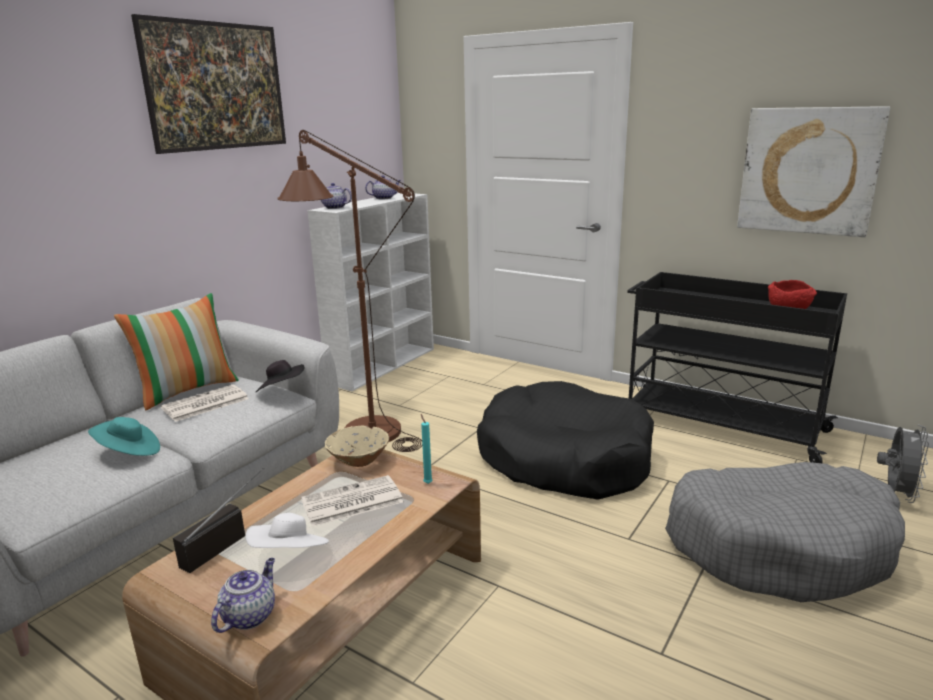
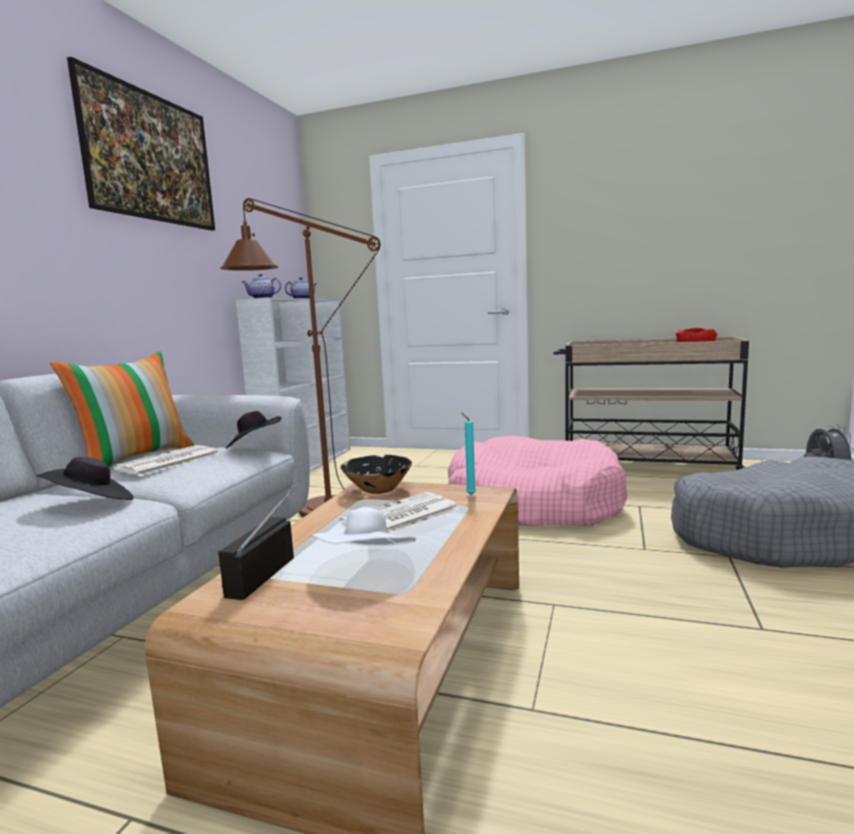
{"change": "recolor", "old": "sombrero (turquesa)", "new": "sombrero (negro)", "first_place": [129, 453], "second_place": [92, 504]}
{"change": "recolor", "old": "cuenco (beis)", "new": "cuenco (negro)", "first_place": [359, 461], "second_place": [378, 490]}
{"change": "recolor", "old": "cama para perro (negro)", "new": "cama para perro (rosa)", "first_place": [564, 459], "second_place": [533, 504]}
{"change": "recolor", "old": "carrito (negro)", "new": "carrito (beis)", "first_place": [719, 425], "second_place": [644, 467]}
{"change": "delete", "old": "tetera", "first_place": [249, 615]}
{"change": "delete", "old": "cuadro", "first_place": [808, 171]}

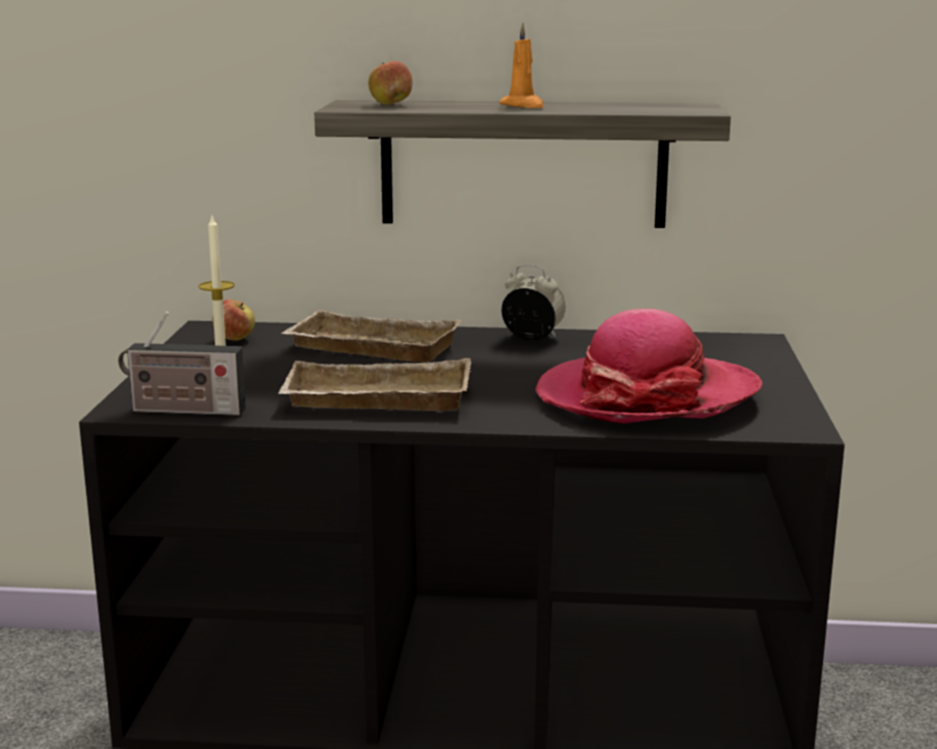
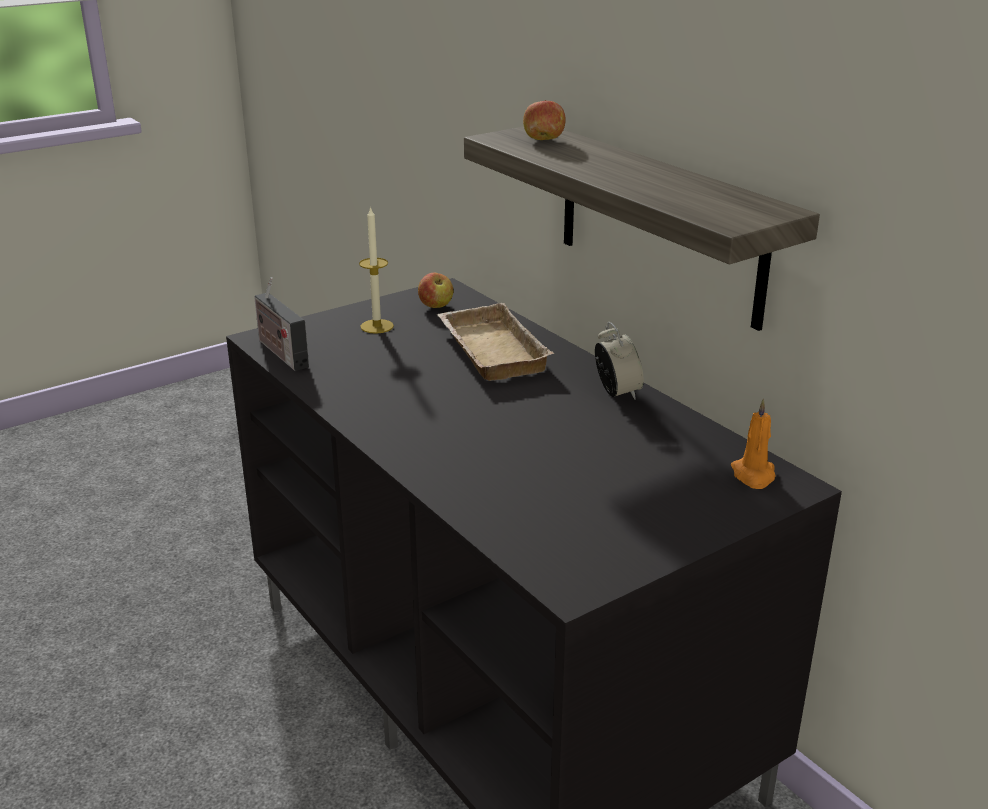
{"change": "move", "old": "vela (naranja)", "first_place": [523, 106], "second_place": [753, 475]}
{"change": "delete", "old": "bandeja (beis)", "first_place": [374, 400]}
{"change": "delete", "old": "sombrero", "first_place": [647, 396]}

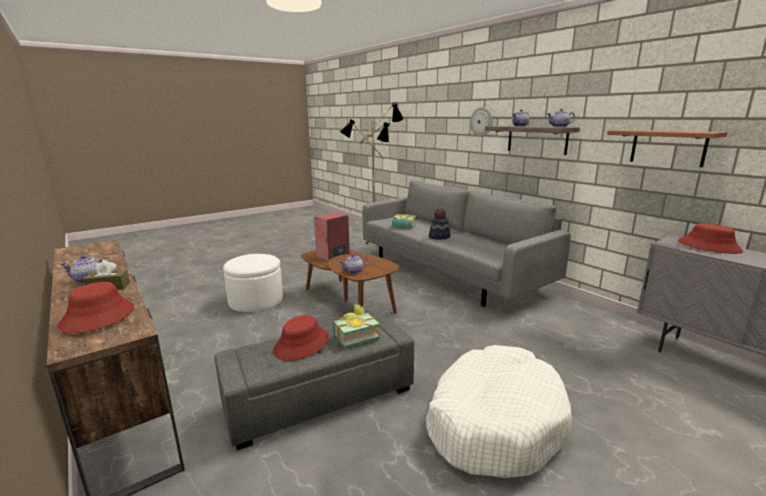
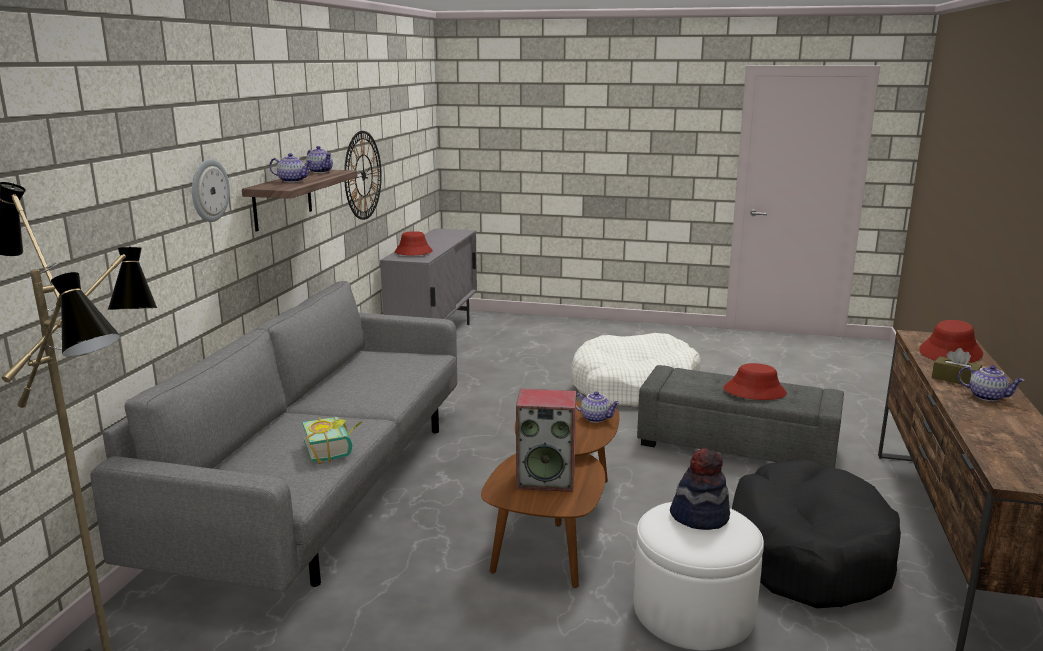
{"change": "replace", "old": "estante", "new": "reloj de pared", "first_place": [667, 147], "second_place": [363, 175]}
{"change": "move", "old": "sombrero", "first_place": [439, 237], "second_place": [699, 516]}
{"change": "insert", "new": "cama para perro (negro)", "second_place": [808, 552]}
{"change": "delete", "old": "libro", "first_place": [354, 336]}

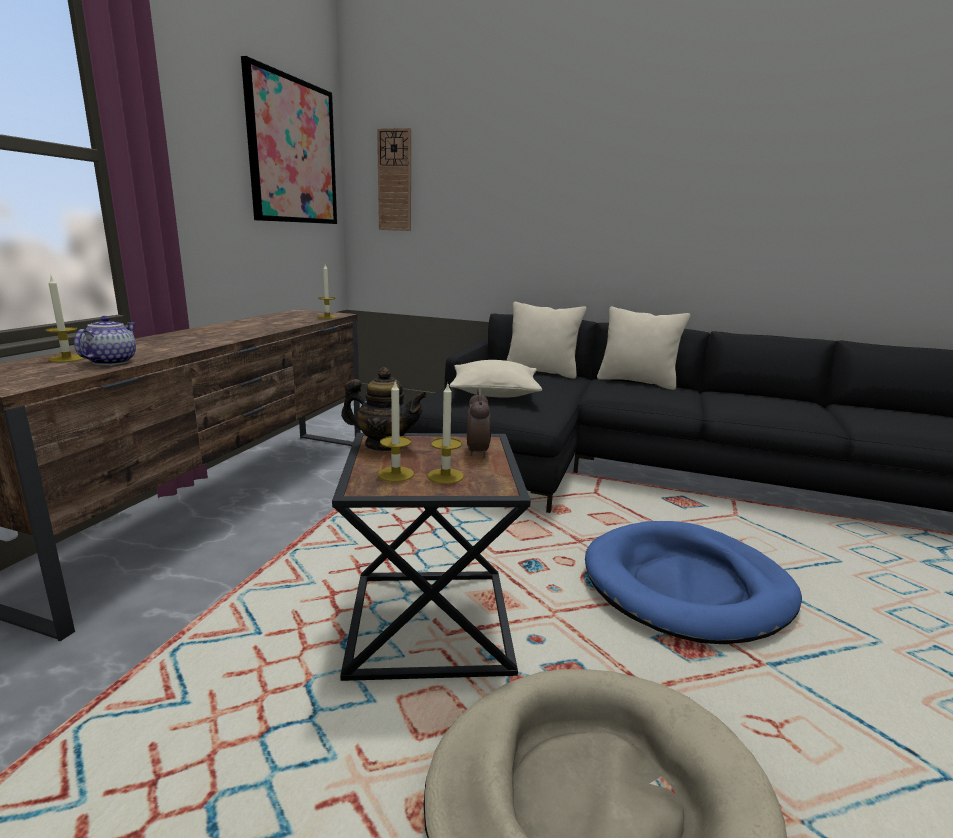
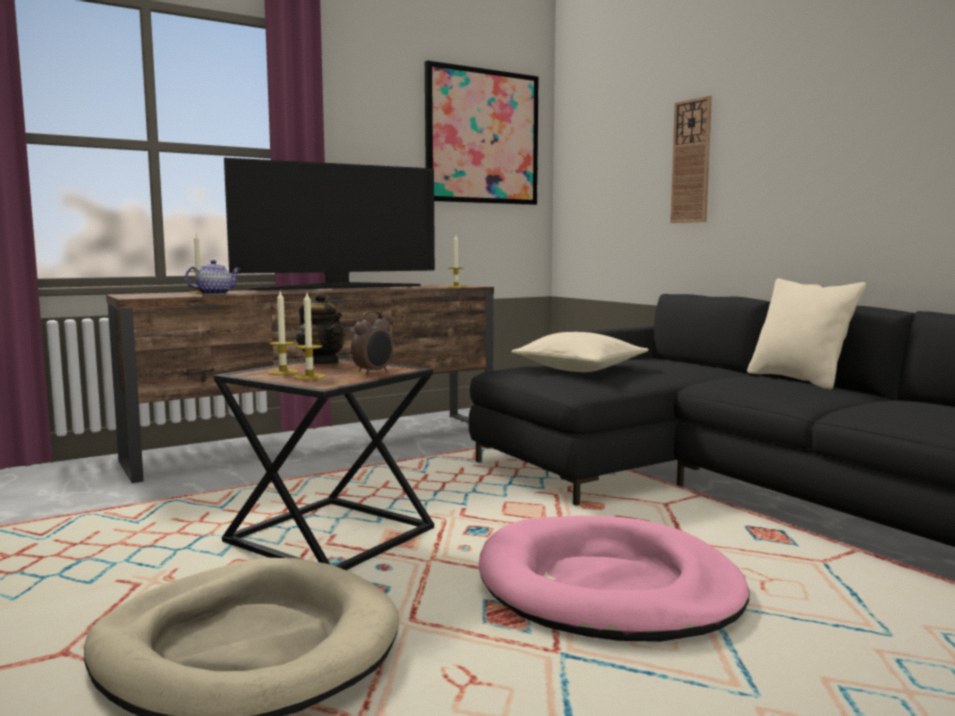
{"change": "insert", "new": "televisor", "second_place": [338, 289]}
{"change": "recolor", "old": "cama para perro (azul)", "new": "cama para perro (rosa)", "first_place": [686, 586], "second_place": [608, 588]}
{"change": "move", "old": "reloj de pared", "first_place": [395, 180], "second_place": [691, 161]}
{"change": "delete", "old": "cojín (beis)", "first_place": [541, 372]}

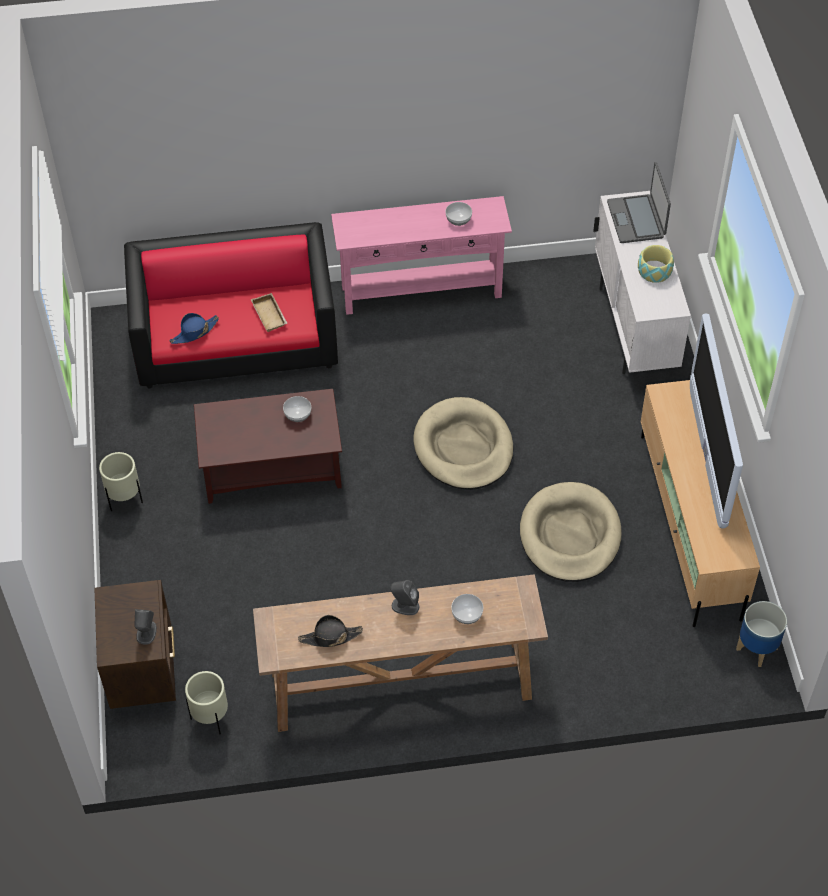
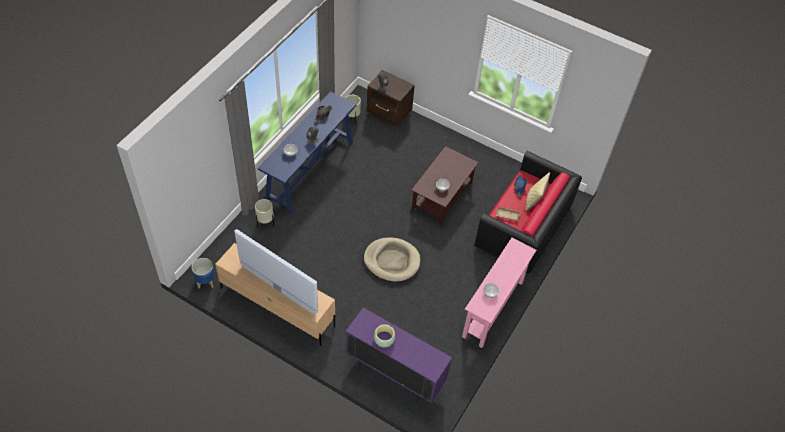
{"change": "move", "old": "maceta (beis)", "first_place": [125, 499], "second_place": [265, 223]}
{"change": "recolor", "old": "mesa consola (marrón)", "new": "mesa consola (azul)", "first_place": [399, 686], "second_place": [310, 170]}
{"change": "recolor", "old": "armario (blanco)", "new": "armario (morado)", "first_place": [633, 328], "second_place": [394, 374]}
{"change": "insert", "new": "cojín", "second_place": [534, 201]}
{"change": "delete", "old": "cama para perro (beis)", "first_place": [570, 535]}
{"change": "delete", "old": "portátil", "first_place": [636, 219]}

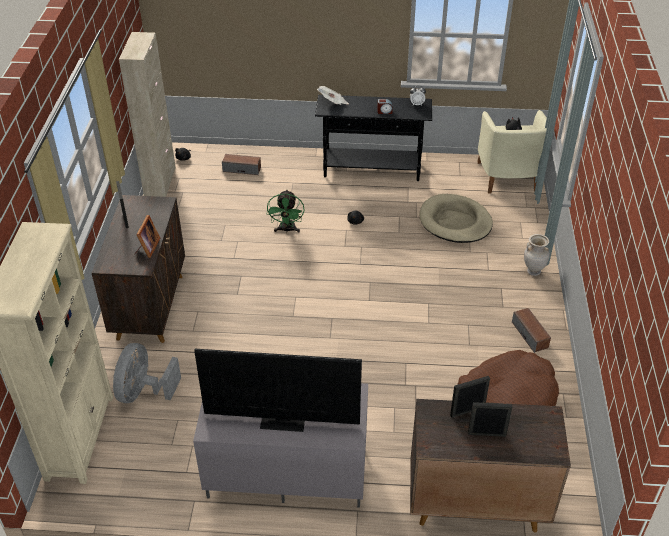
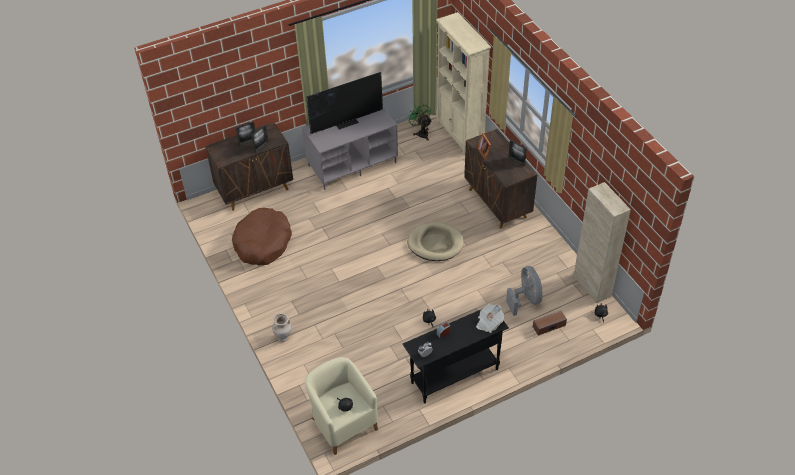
{"change": "move", "old": "cama para perro (beis)", "first_place": [455, 222], "second_place": [435, 243]}
{"change": "move", "old": "ventilador (verde)", "first_place": [287, 230], "second_place": [421, 133]}
{"change": "move", "old": "ventilador (gris)", "first_place": [143, 392], "second_place": [525, 299]}
{"change": "delete", "old": "altavoz", "first_place": [530, 335]}

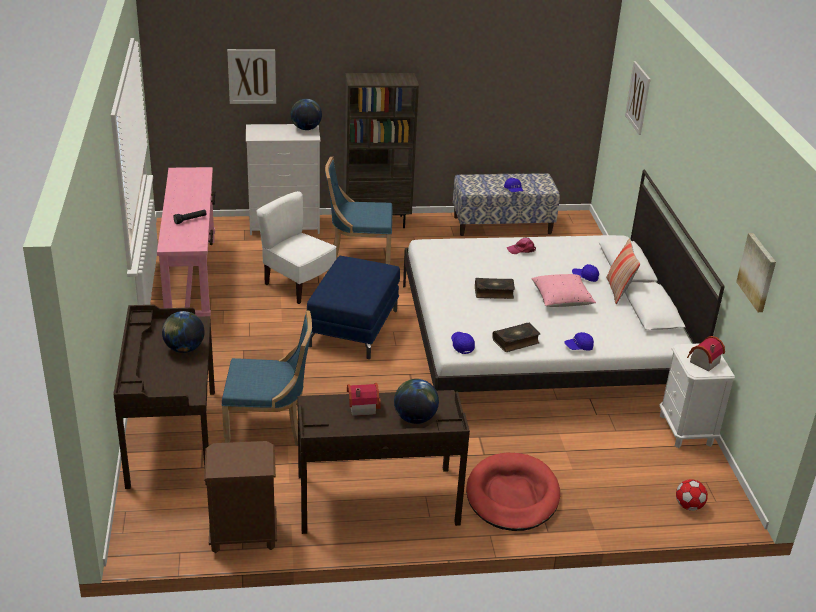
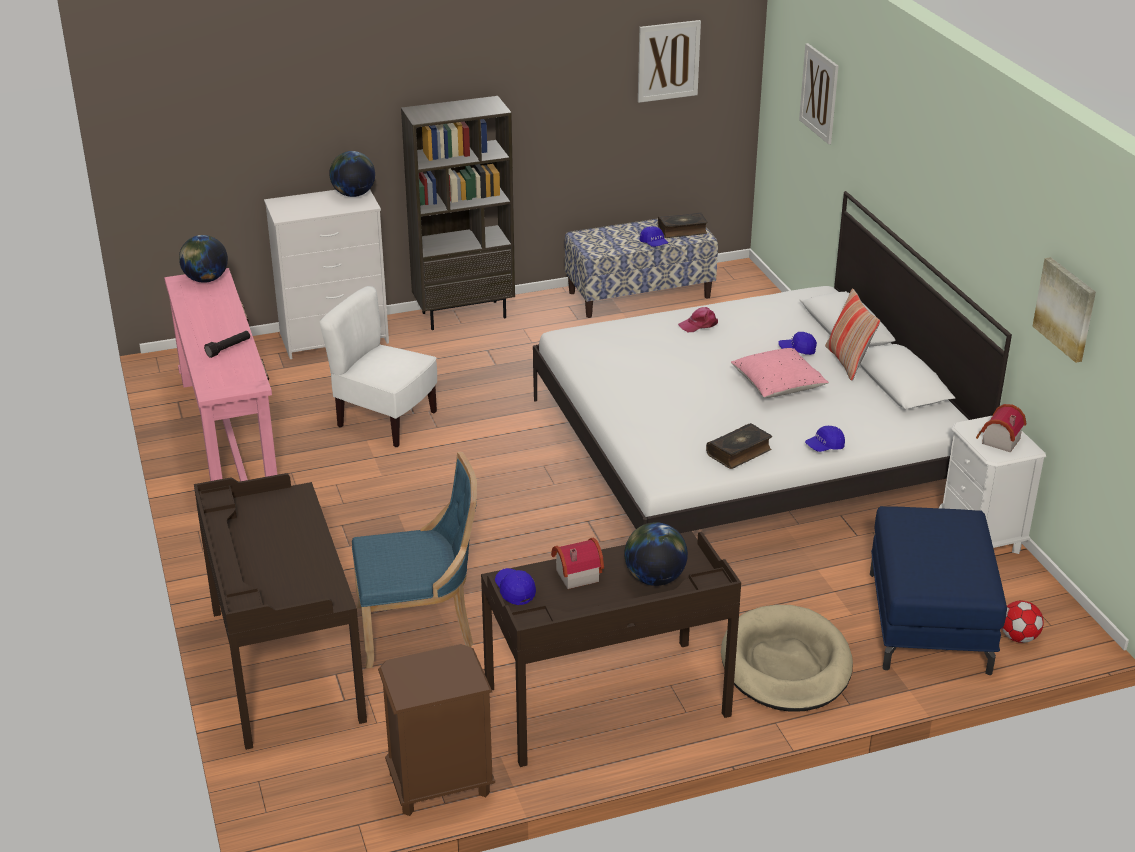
{"change": "move", "old": "globo terráqueo", "first_place": [184, 349], "second_place": [205, 279]}
{"change": "move", "old": "gorra (azul)", "first_place": [462, 345], "second_place": [514, 591]}
{"change": "move", "old": "cuadro", "first_place": [252, 76], "second_place": [668, 61]}
{"change": "move", "old": "libro", "first_place": [494, 292], "second_place": [682, 231]}
{"change": "recolor", "old": "cama para perro (rojo)", "new": "cama para perro (beis)", "first_place": [512, 496], "second_place": [786, 664]}
{"change": "move", "old": "puf (azul)", "first_place": [353, 327], "second_place": [927, 621]}
{"change": "delete", "old": "silla (azul)", "first_place": [358, 256]}

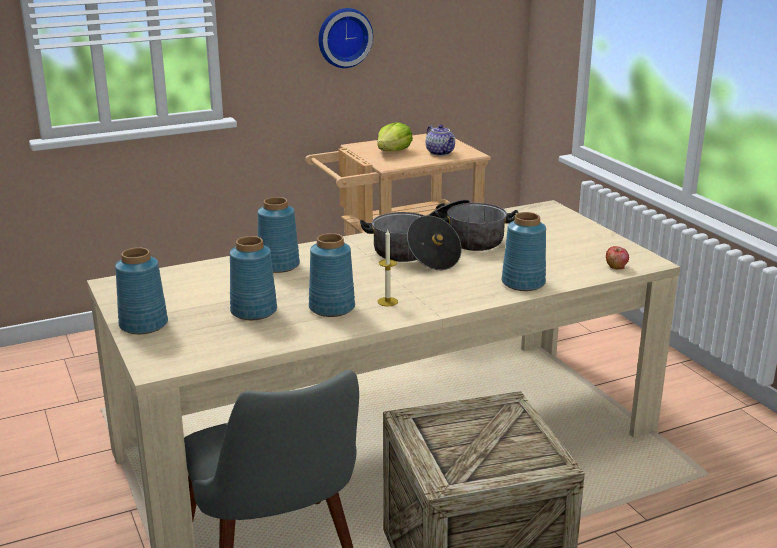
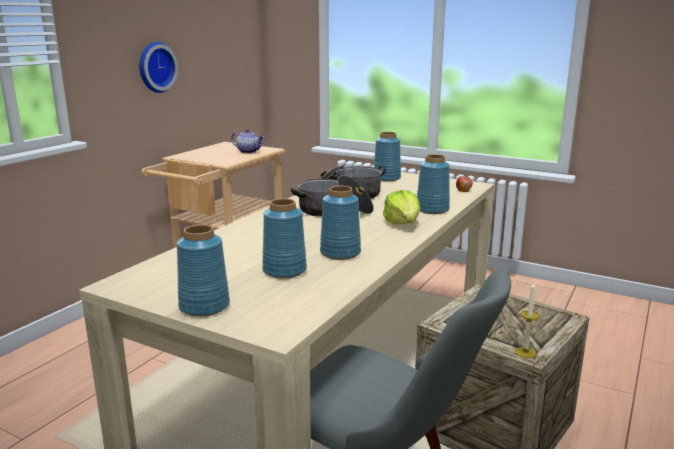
{"change": "move", "old": "florero (azul)", "first_place": [278, 265], "second_place": [386, 178]}
{"change": "move", "old": "lechuga", "first_place": [393, 152], "second_place": [403, 223]}
{"change": "move", "old": "vela", "first_place": [387, 301], "second_place": [525, 352]}

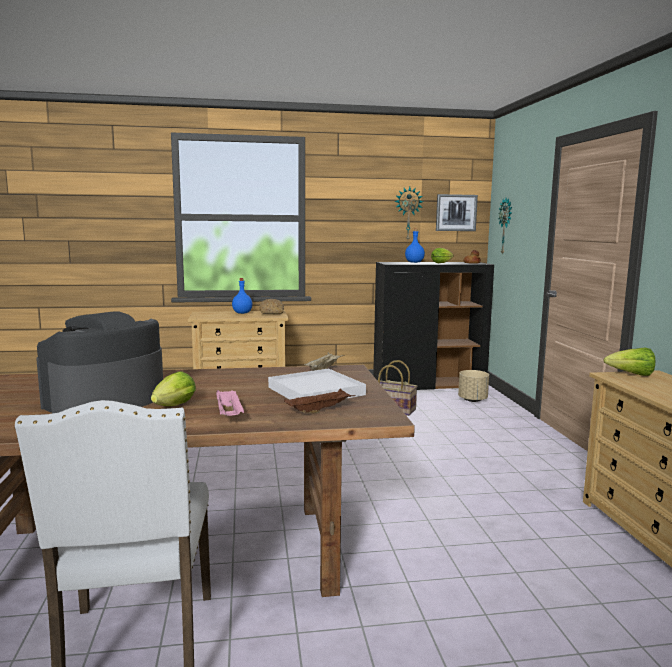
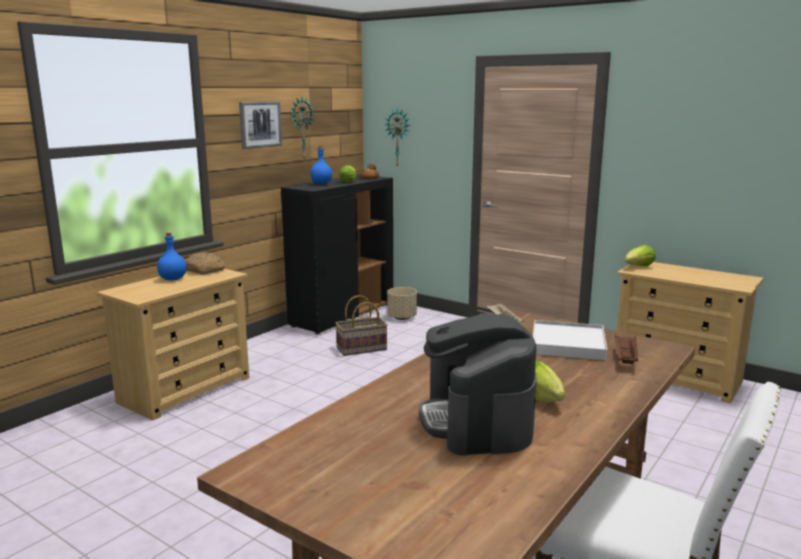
{"change": "move", "old": "cuadro", "first_place": [456, 212], "second_place": [260, 124]}
{"change": "delete", "old": "bandeja (rosa)", "first_place": [229, 415]}

